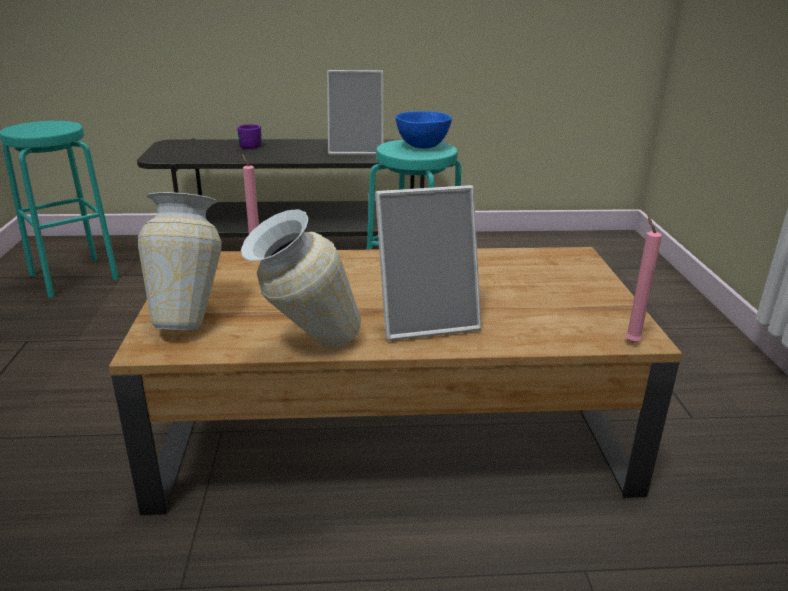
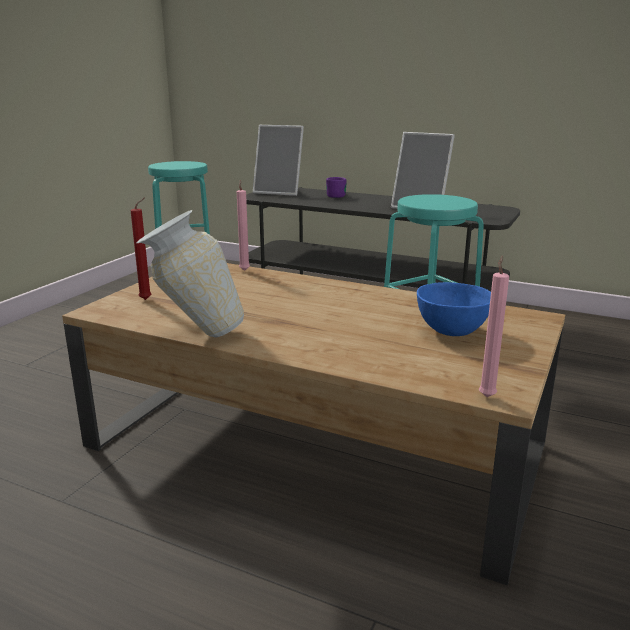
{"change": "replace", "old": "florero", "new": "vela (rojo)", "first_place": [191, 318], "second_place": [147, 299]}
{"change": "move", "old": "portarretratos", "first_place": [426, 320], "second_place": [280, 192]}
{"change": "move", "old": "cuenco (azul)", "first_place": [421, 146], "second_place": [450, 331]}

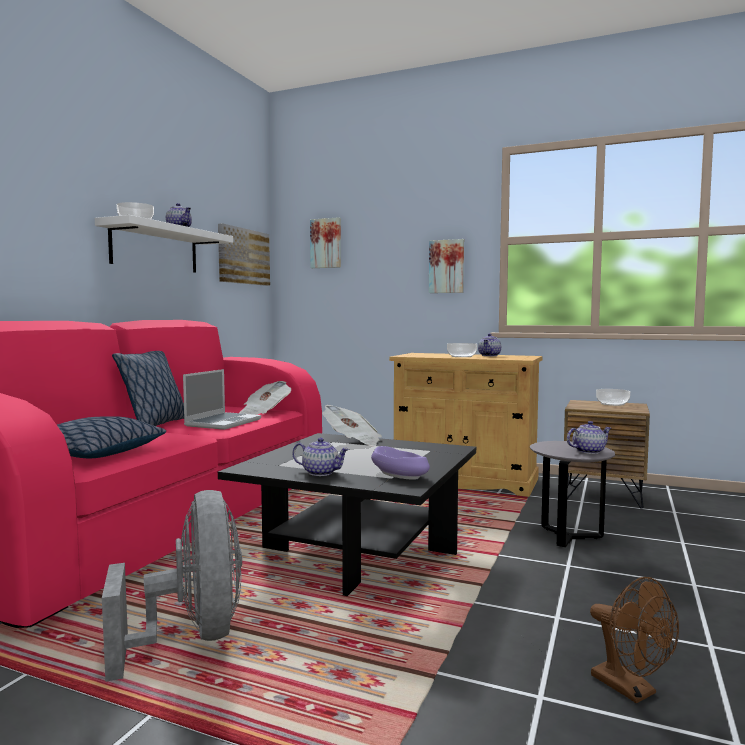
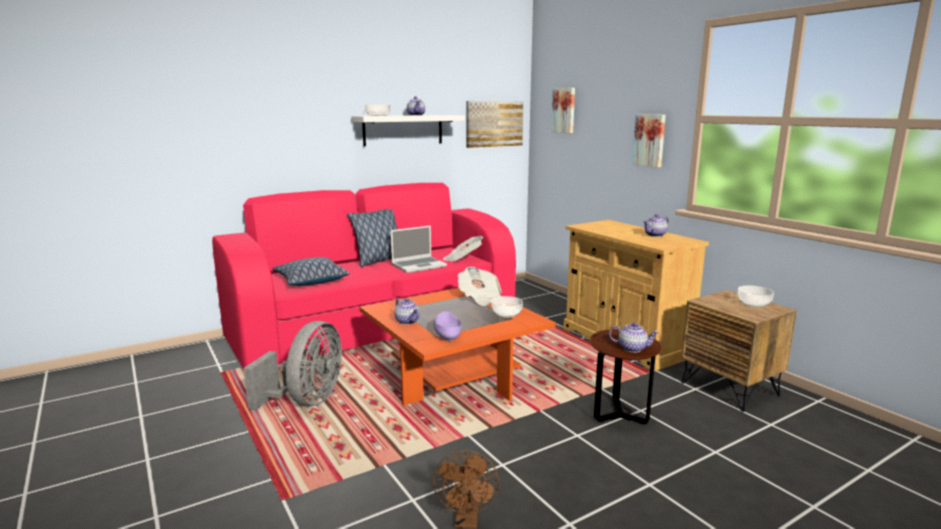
{"change": "recolor", "old": "mesa de centro (negro)", "new": "mesa de centro (naranja)", "first_place": [358, 551], "second_place": [454, 379]}
{"change": "move", "old": "cuenco", "first_place": [462, 356], "second_place": [507, 314]}
{"change": "recolor", "old": "mesa auxiliar (gris)", "new": "mesa auxiliar (marrón)", "first_place": [568, 537], "second_place": [619, 415]}

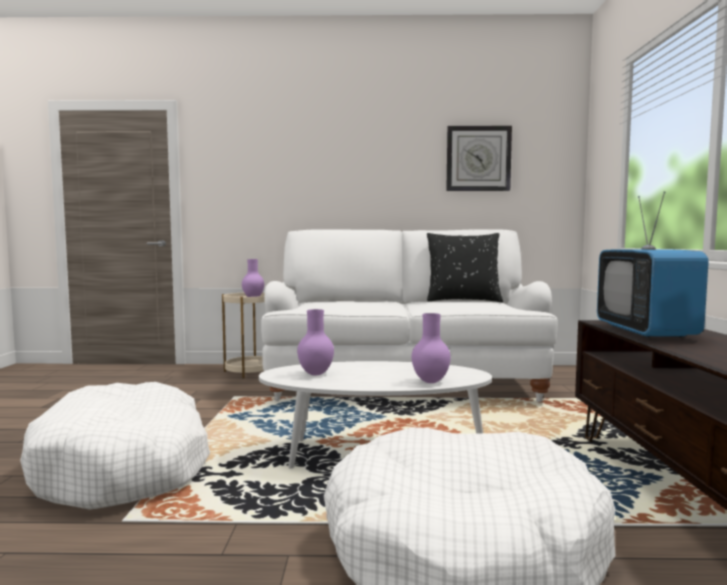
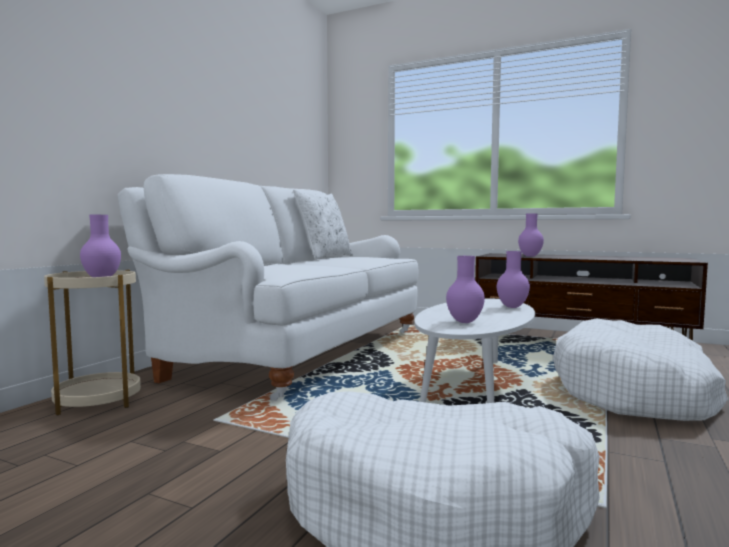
{"change": "recolor", "old": "cojín (negro)", "new": "cojín (blanco)", "first_place": [463, 300], "second_place": [324, 257]}
{"change": "replace", "old": "televisor", "new": "florero (morado)", "first_place": [645, 331], "second_place": [530, 256]}
{"change": "delete", "old": "reloj de pared", "first_place": [478, 158]}

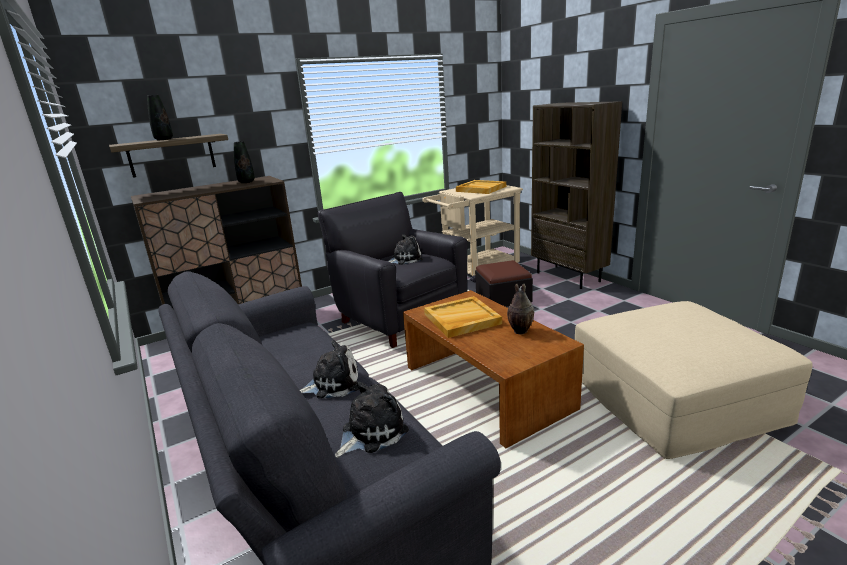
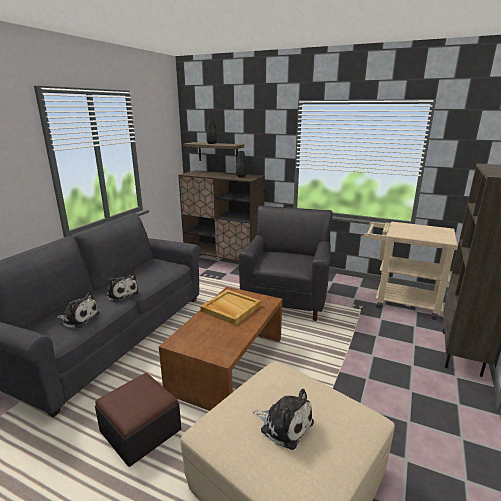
{"change": "move", "old": "puf", "first_place": [503, 297], "second_place": [140, 430]}
{"change": "move", "old": "peluche", "first_place": [404, 259], "second_place": [284, 425]}
{"change": "delete", "old": "bandeja (beis)", "first_place": [480, 189]}
{"change": "delete", "old": "florero", "first_place": [519, 331]}

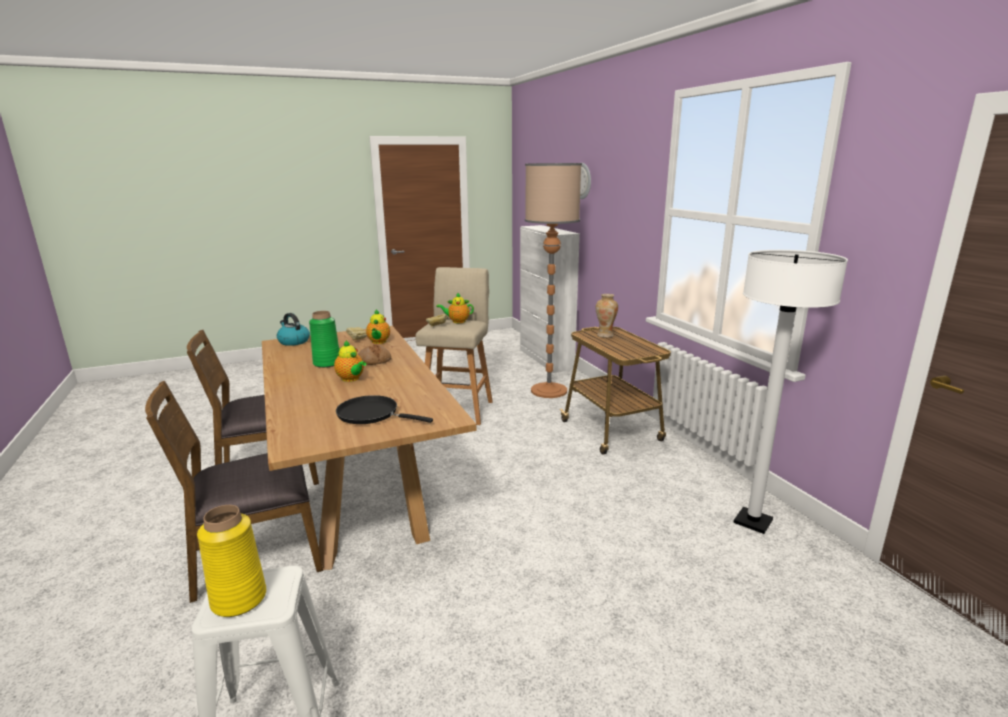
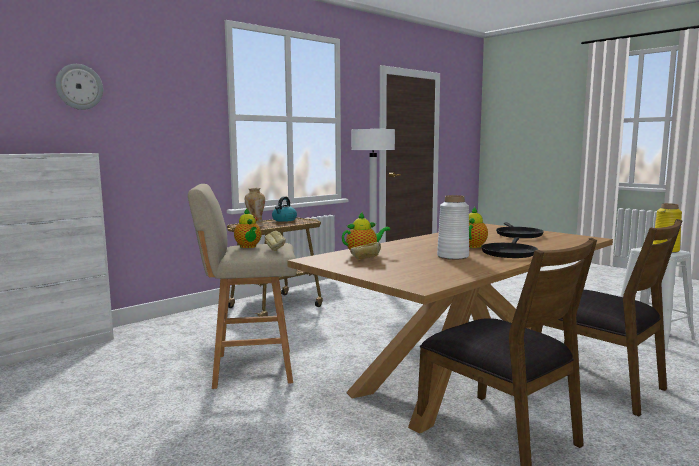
{"change": "move", "old": "hervidor", "first_place": [293, 341], "second_place": [284, 220]}
{"change": "recolor", "old": "florero (verde)", "new": "florero (blanco)", "first_place": [326, 363], "second_place": [453, 256]}
{"change": "insert", "new": "sartén (negro)", "second_place": [509, 253]}
{"change": "delete", "old": "pan", "first_place": [374, 360]}
{"change": "delete", "old": "lámpara de pie", "first_place": [549, 390]}

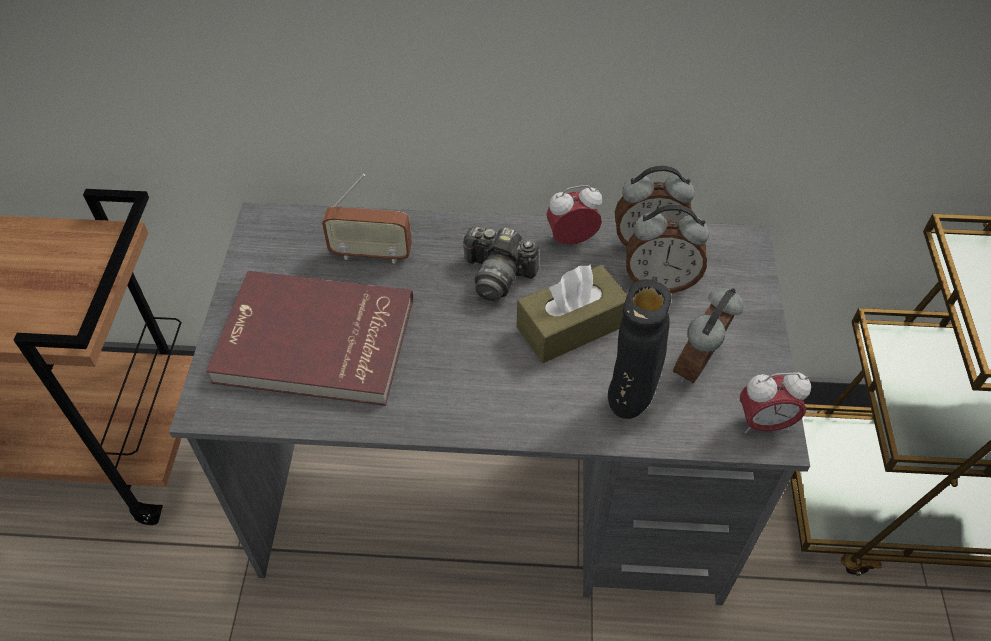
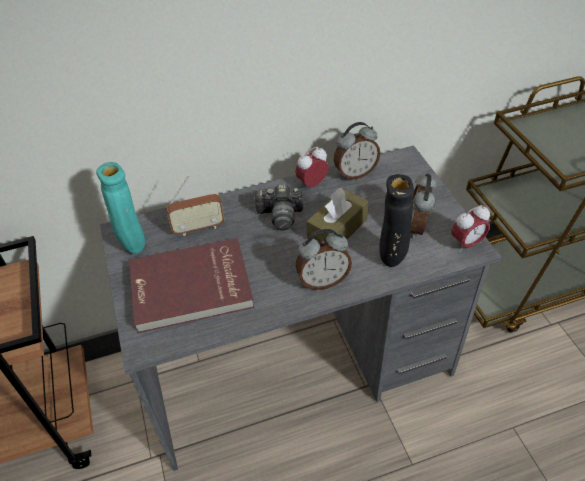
{"change": "insert", "new": "florero (turquesa)", "second_place": [133, 247]}
{"change": "move", "old": "despertador", "first_place": [660, 281], "second_place": [323, 281]}

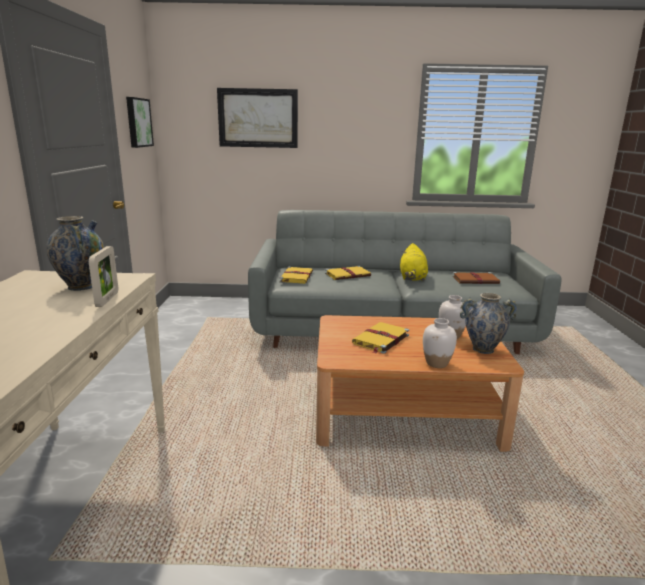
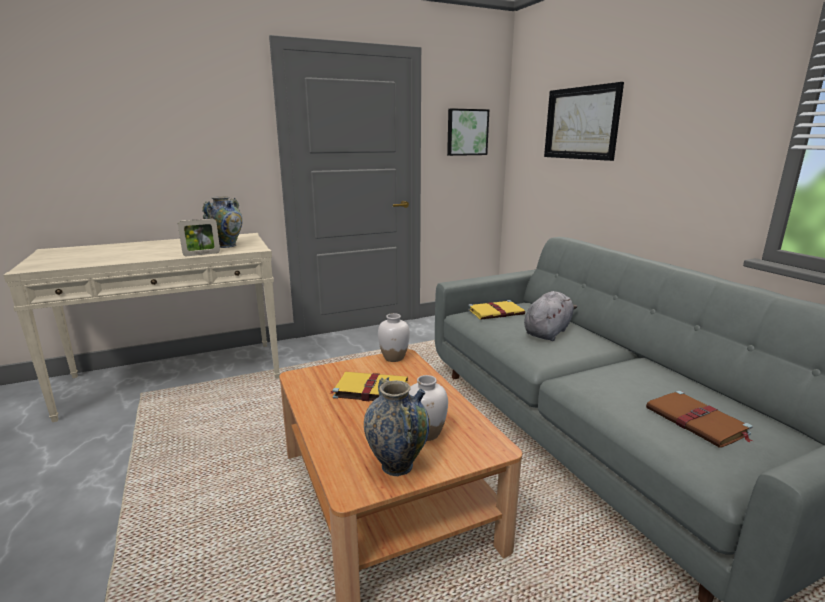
{"change": "move", "old": "florero (blanco)", "first_place": [437, 363], "second_place": [394, 358]}
{"change": "replace", "old": "libro (amarillo)", "new": "peluche (gris)", "first_place": [348, 275], "second_place": [548, 332]}
{"change": "delete", "old": "peluche (amarillo)", "first_place": [412, 278]}

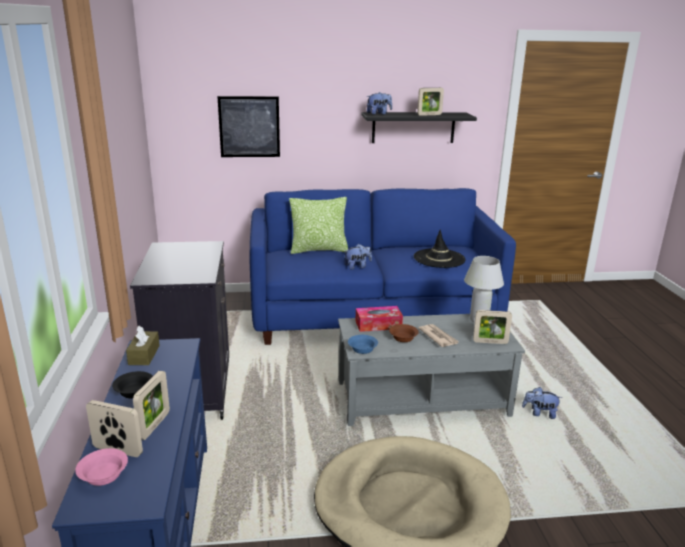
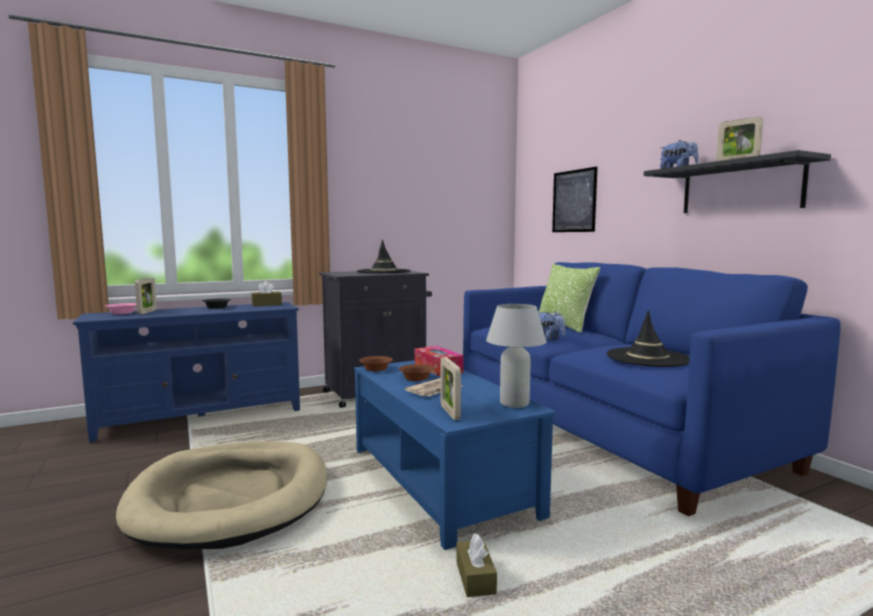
{"change": "recolor", "old": "mesa de centro (gris)", "new": "mesa de centro (azul)", "first_place": [422, 397], "second_place": [442, 480]}
{"change": "insert", "new": "sombrero (negro)", "second_place": [384, 272]}
{"change": "recolor", "old": "cuenco (azul)", "new": "cuenco (marrón)", "first_place": [362, 349], "second_place": [376, 369]}
{"change": "replace", "old": "peluche", "new": "caja de pañuelos (marrón)", "first_place": [539, 413], "second_place": [475, 579]}
{"change": "delete", "old": "portarretratos", "first_place": [154, 425]}

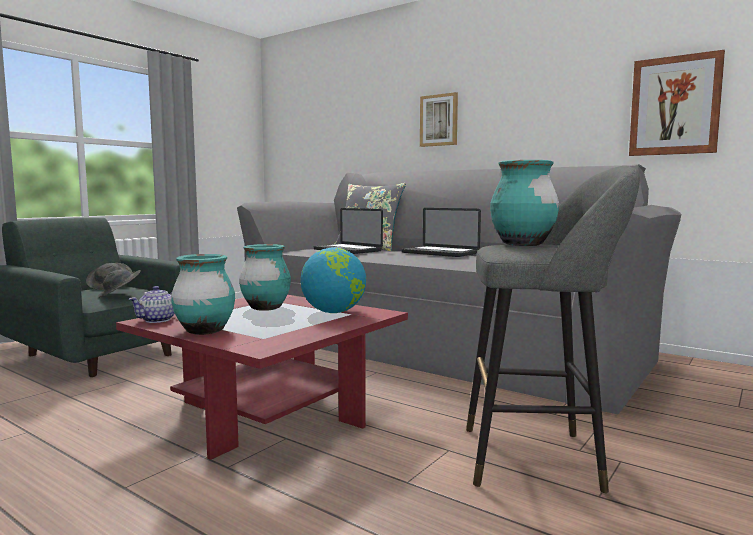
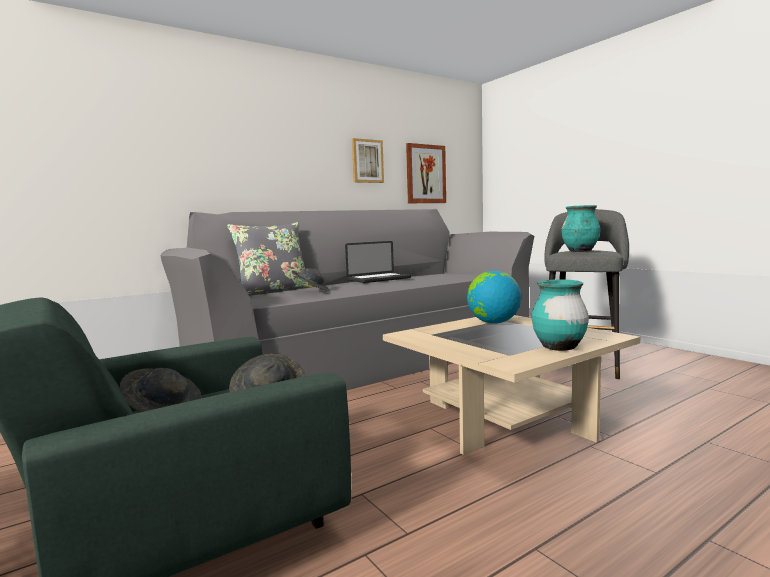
{"change": "replace", "old": "portátil", "new": "sombrero (gris)", "first_place": [347, 250], "second_place": [311, 291]}
{"change": "move", "old": "cuadro", "first_place": [439, 120], "second_place": [367, 161]}
{"change": "recolor", "old": "mesa de centro (rojo)", "new": "mesa de centro (beis)", "first_place": [270, 414], "second_place": [505, 419]}
{"change": "delete", "old": "tetera", "first_place": [158, 320]}
{"change": "delete", "old": "florero (turquesa)", "first_place": [265, 308]}

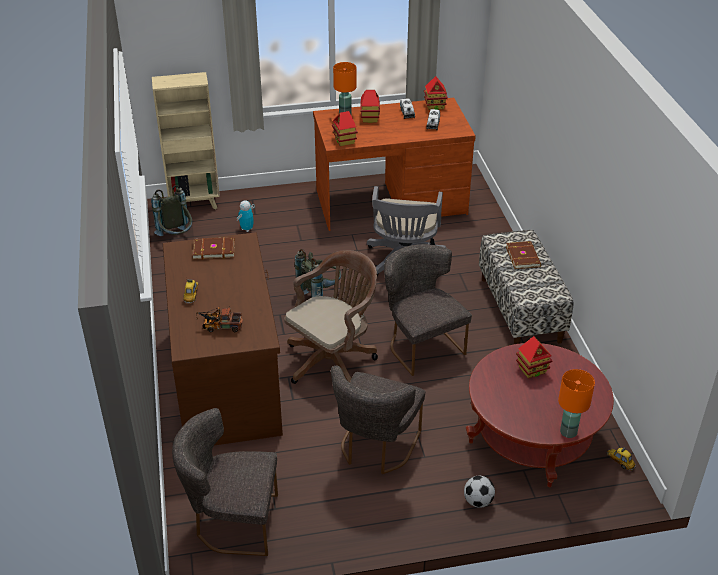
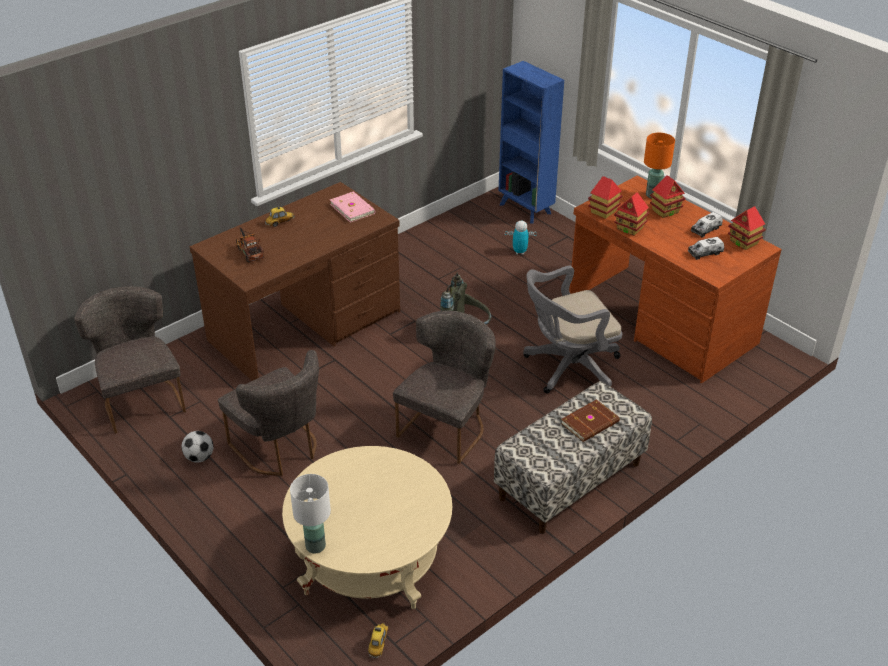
{"change": "move", "old": "balón de fútbol", "first_place": [478, 502], "second_place": [199, 458]}
{"change": "rotate", "old": "silla (gris)", "first_place": [376, 448], "second_place": [280, 449], "degrees": -120}
{"change": "recolor", "old": "mesa de centro (rojo)", "new": "mesa de centro (beis)", "first_place": [533, 436], "second_place": [371, 557]}
{"change": "recolor", "old": "lámpara de mesa (naranja)", "new": "lámpara de mesa (blanco)", "first_place": [568, 432], "second_place": [315, 546]}
{"change": "recolor", "old": "libro (marrón)", "new": "libro (rosa)", "first_place": [213, 249], "second_place": [353, 208]}
{"change": "recolor", "old": "estantería (beis)", "new": "estantería (azul)", "first_place": [195, 204], "second_place": [526, 209]}
{"change": "move", "old": "casita", "first_place": [532, 370], "second_place": [630, 228]}
{"change": "delete", "old": "mochila (gris)", "first_place": [176, 238]}
{"change": "delete", "old": "silla de oficina (marrón)", "first_place": [333, 359]}

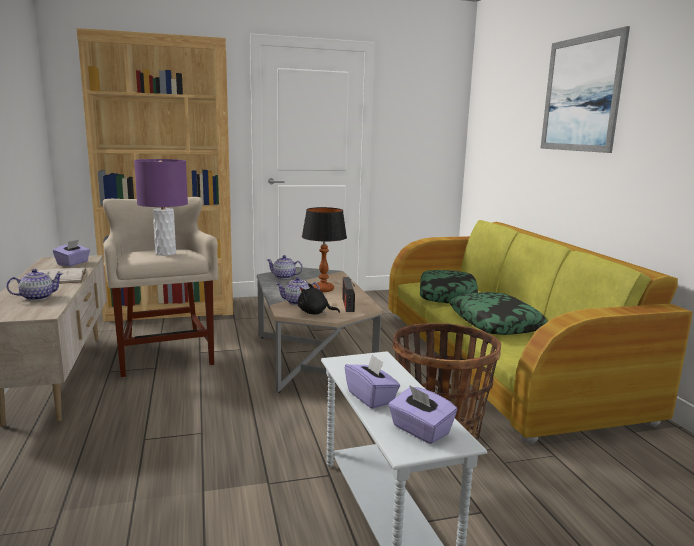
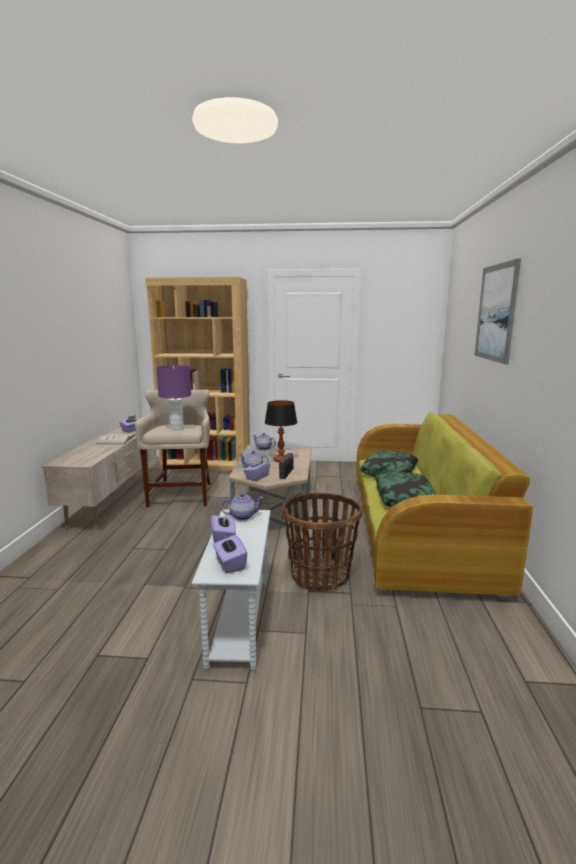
{"change": "move", "old": "tetera", "first_place": [37, 297], "second_place": [242, 516]}
{"change": "replace", "old": "peluche (negro)", "new": "caja de pañuelos (morado)", "first_place": [315, 313], "second_place": [257, 477]}

